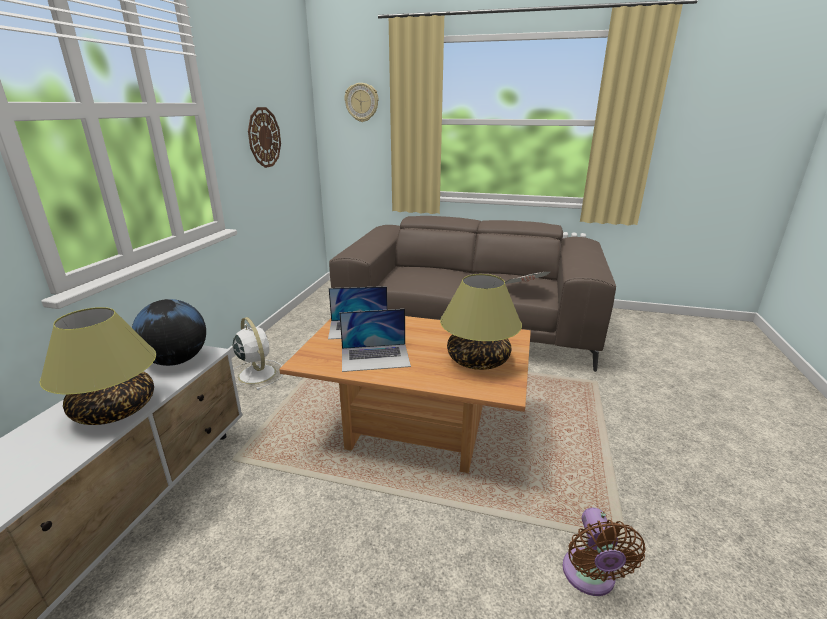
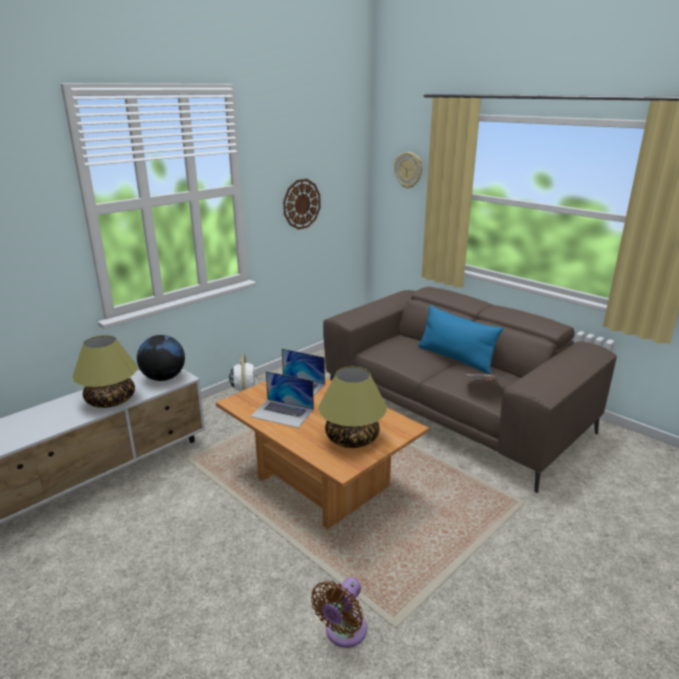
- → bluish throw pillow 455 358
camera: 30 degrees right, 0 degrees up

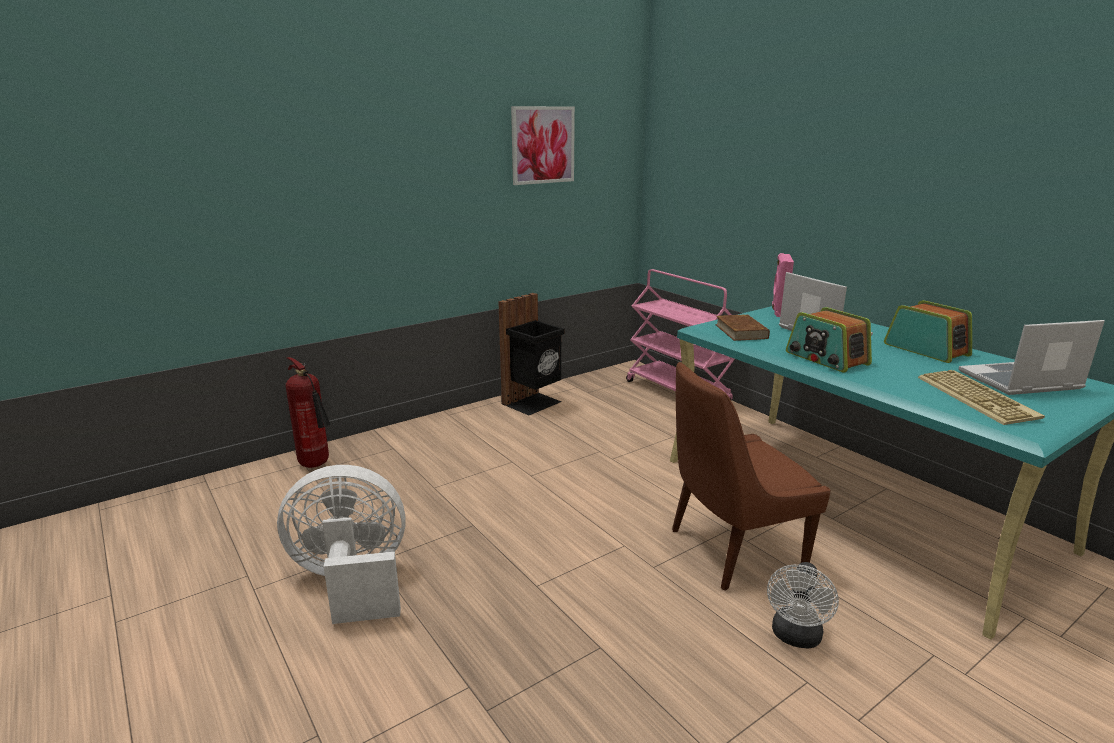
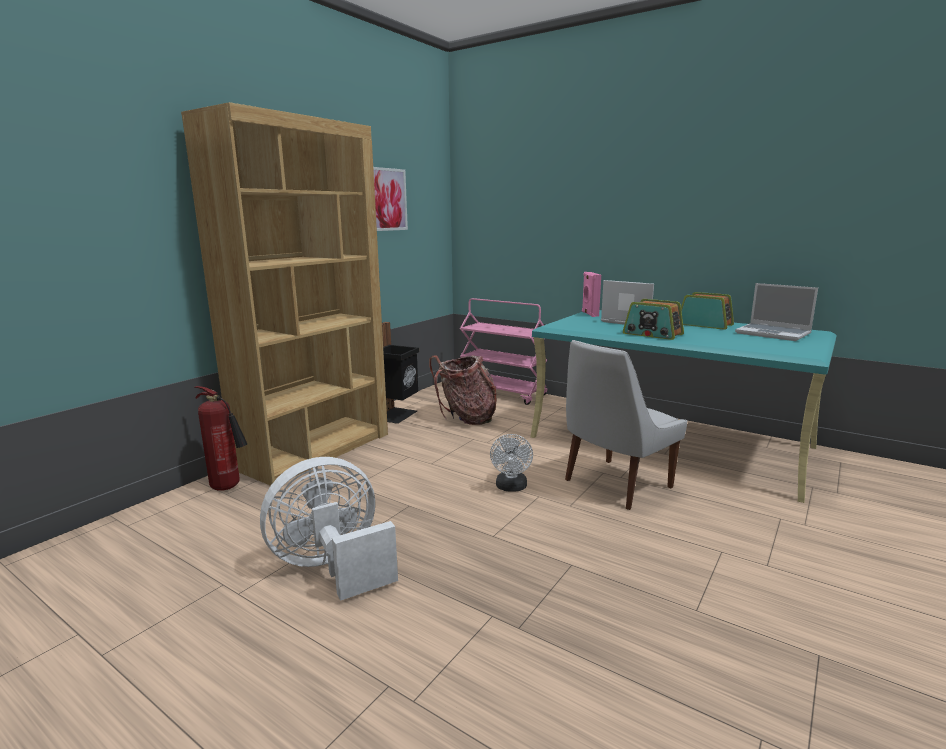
brown-coloured upright chair 731 550 → white upright chair 615 485
brown-coloured book 741 331 → -
white electric fan 796 637 → white electric fan 511 488, move
computer keyboard 978 398 → -
portable computer 1019 381 → portable computer 774 333, 105 degrees counterclockwise
- → brown-coloured bookcase 316 450
- → rucksack 466 418
camera: 20 degrees left, 5 degrees down

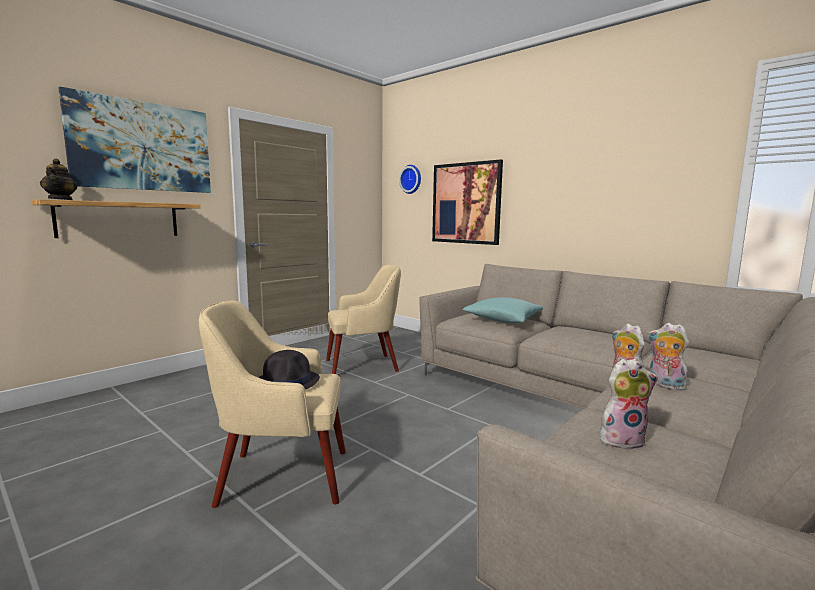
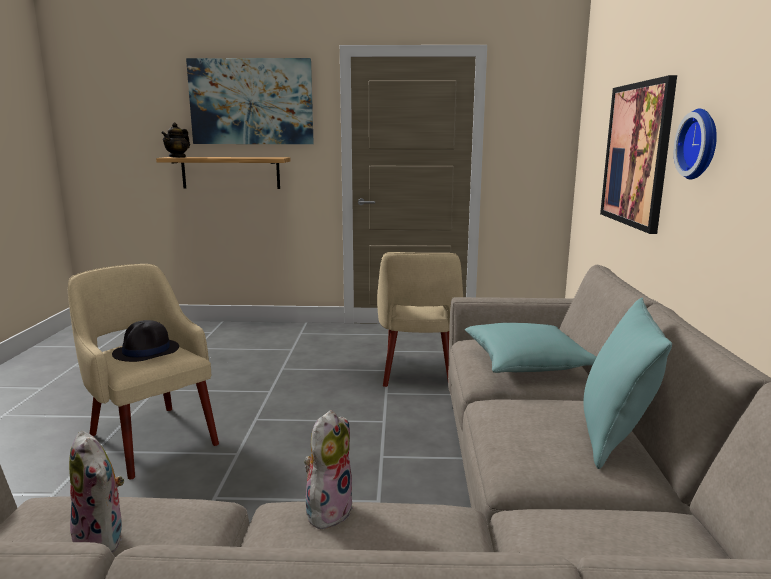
sand-coloured easy chair 364 365 → sand-coloured easy chair 418 371, 60 degrees clockwise
clock on the wall 411 179 → clock on the wall 701 144, move
soft toy 664 385 → -
- → turquoise-coloured throw pillow 614 436
camera: 50 degrees right, 5 degrees up

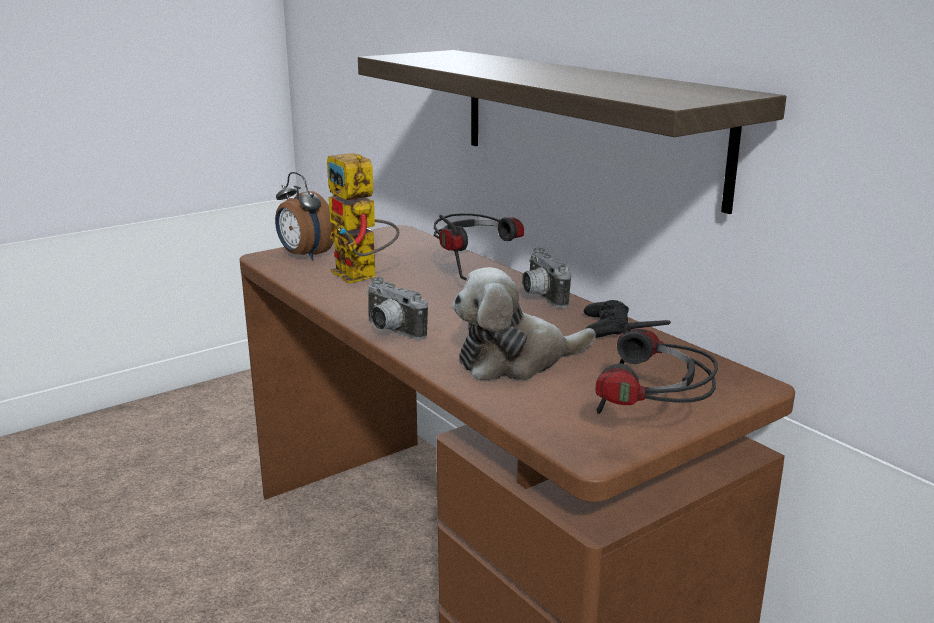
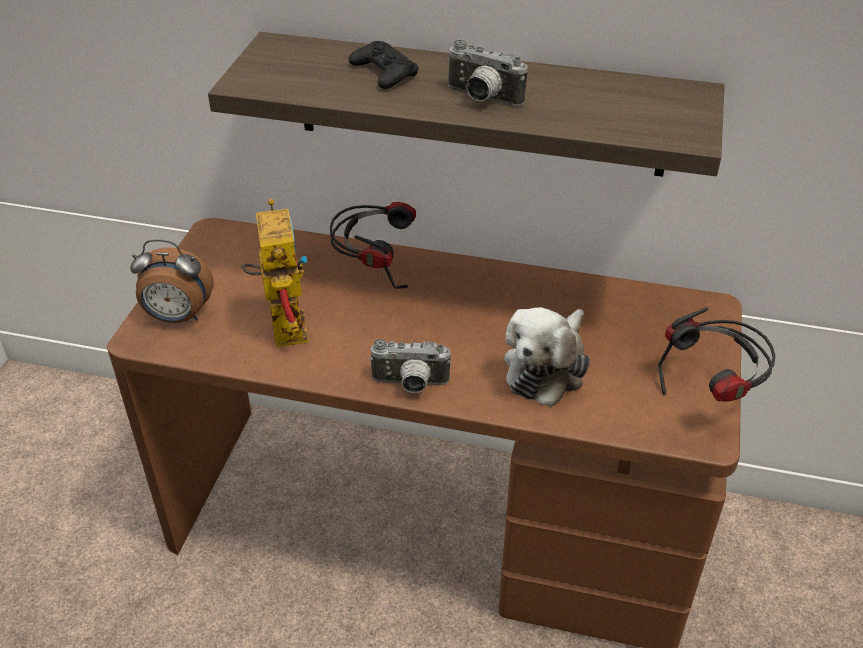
toy robot 363 277 → toy robot 282 322, 120 degrees counterclockwise
photo camera 540 297 → photo camera 481 99, move
blackish joypad 606 327 → blackish joypad 384 72, move
camera: 40 degrees left, 20 degrees up

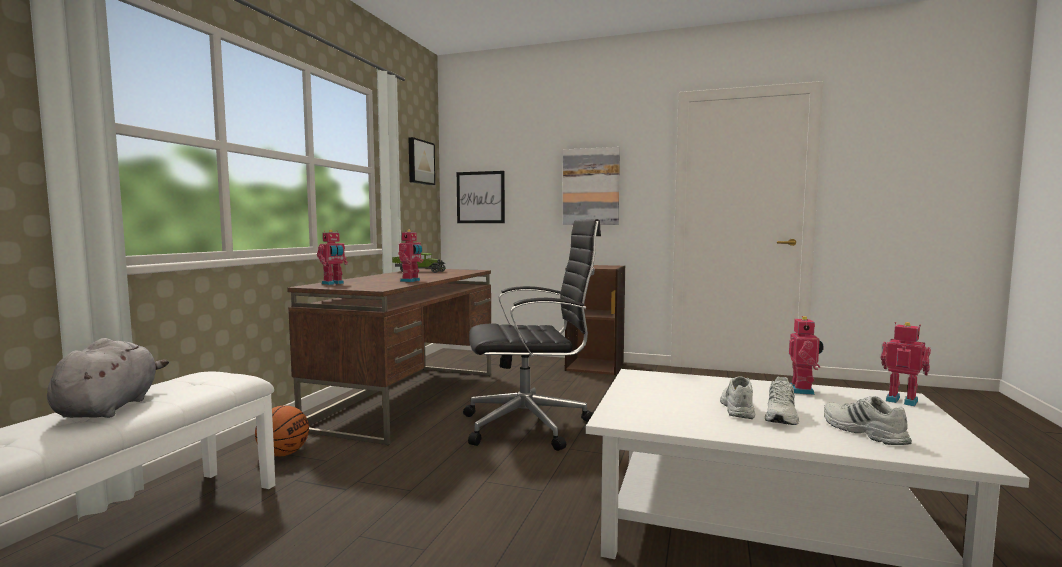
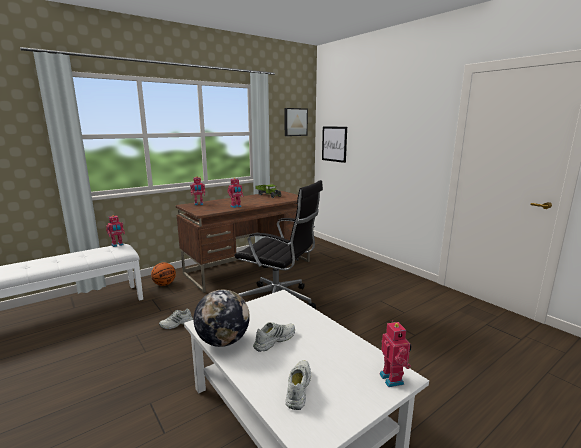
grey soft toy 110 407 → -
wall art 591 186 → -
brown-coloured bookcase 595 366 → -
white item of footwear 781 416 → white item of footwear 176 324, move
toy robot 803 390 → toy robot 117 245, move
- → globe 223 341
camera: 35 degrees right, 10 degrees up

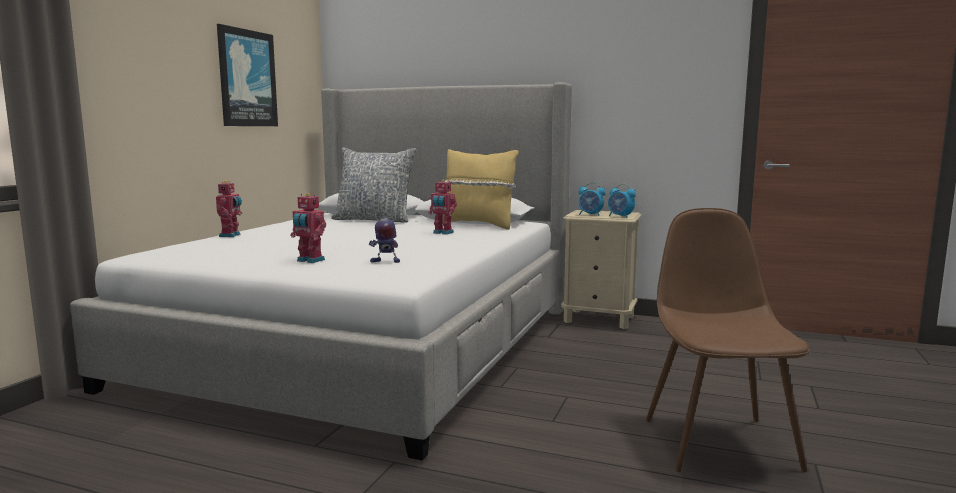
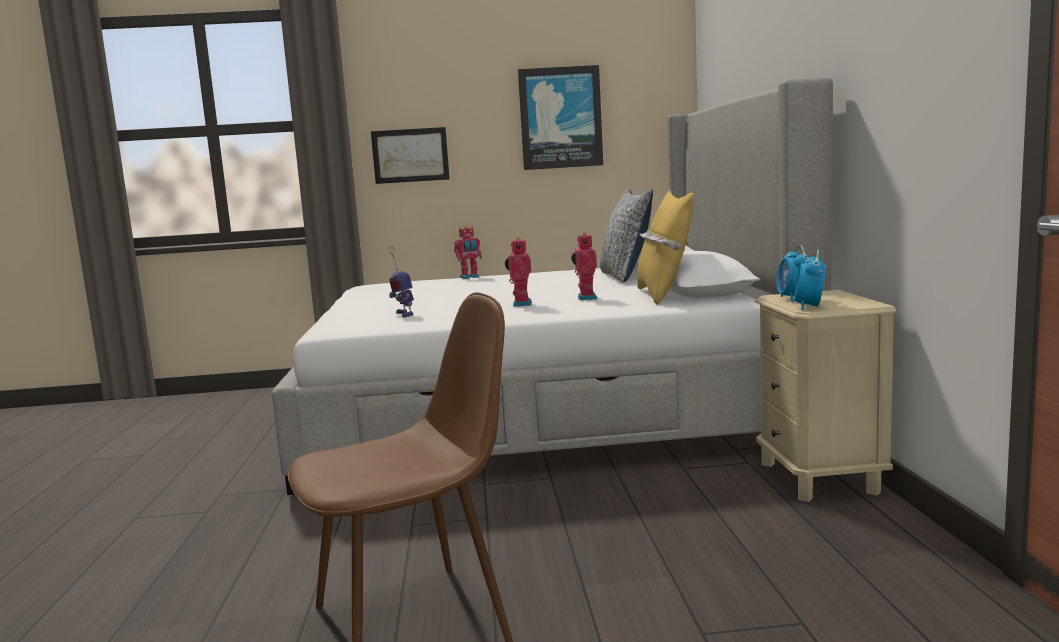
toy robot 309 260 → toy robot 520 304, move
- → wall art 410 155
camera: 65 degrees right, 0 degrees up

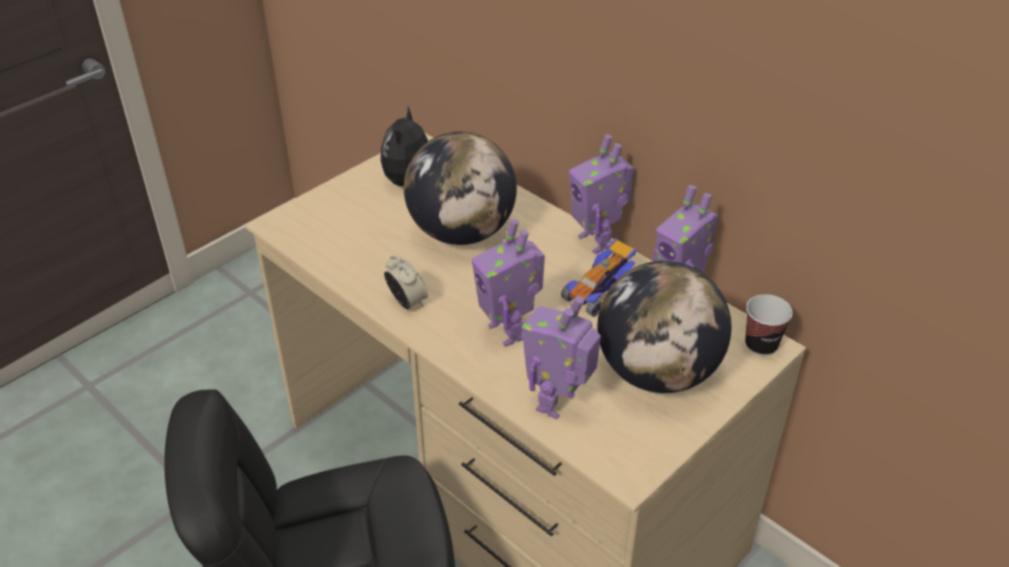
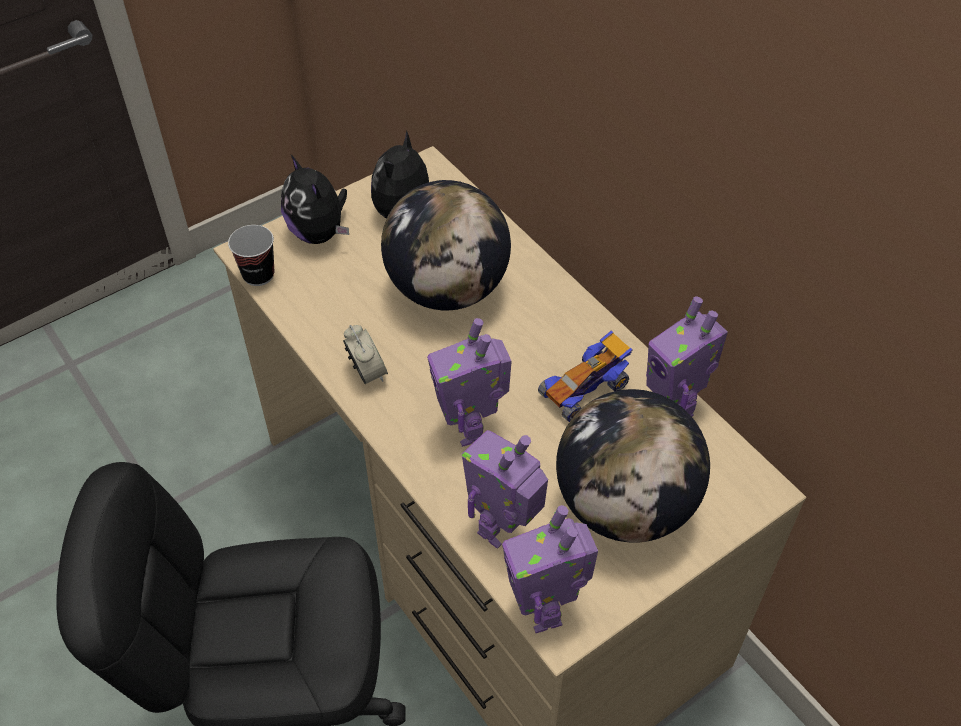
toy robot 596 241 → toy robot 544 608, move
small cup 761 345 → small cup 258 275, move
- → soft toy 319 233
camera: 10 degrees right, 10 degrees up

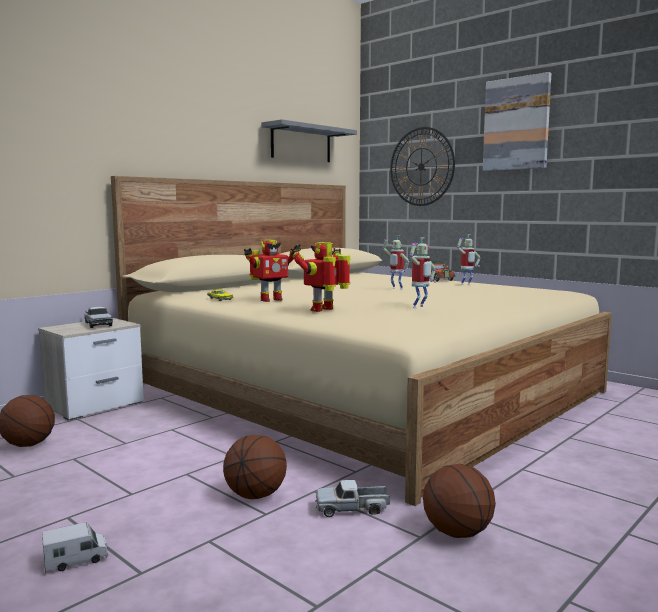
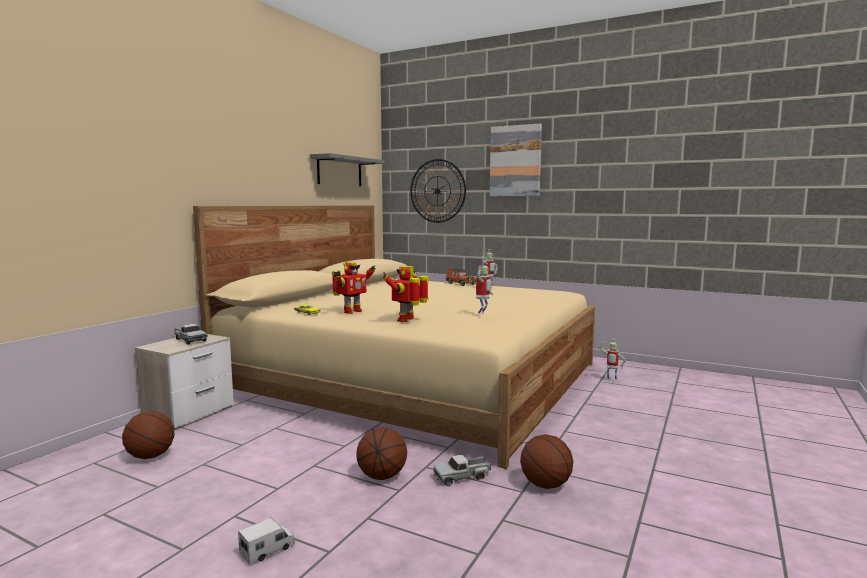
toy robot 396 289 → toy robot 611 380, move
camera: 15 degrees left, 0 degrees up

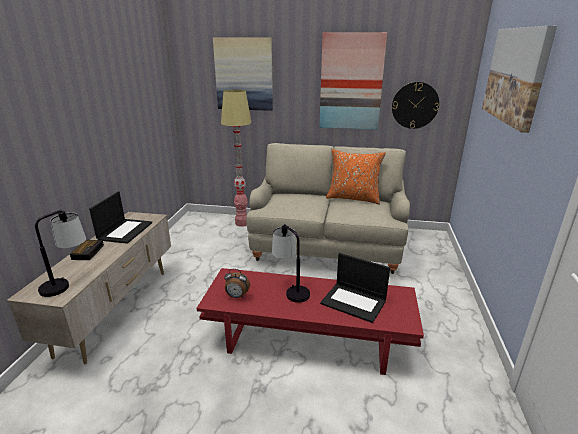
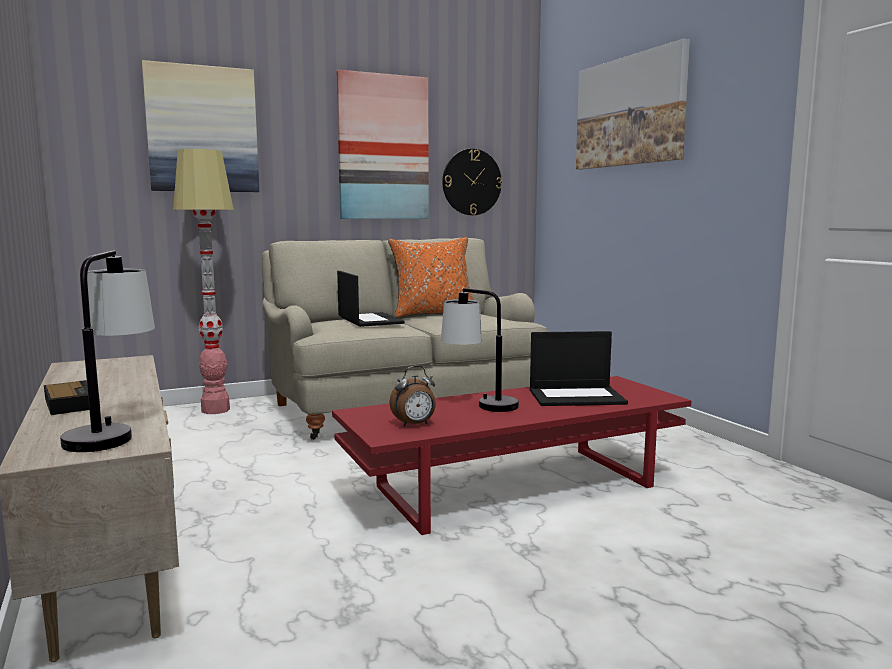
portable computer 125 231 → portable computer 369 320, move
camera: 35 degrees left, 15 degrees down

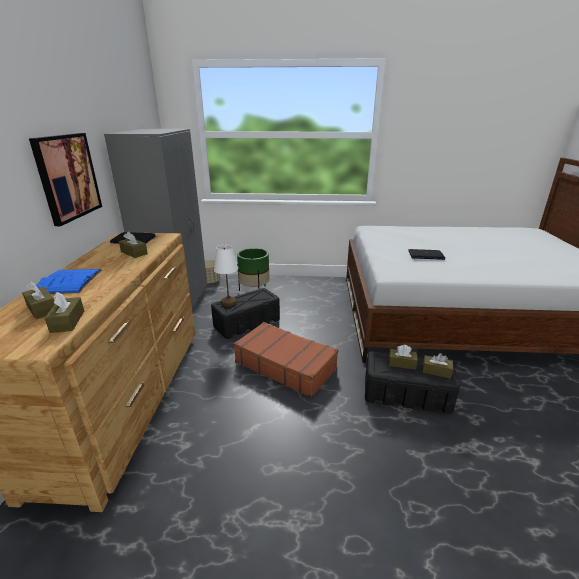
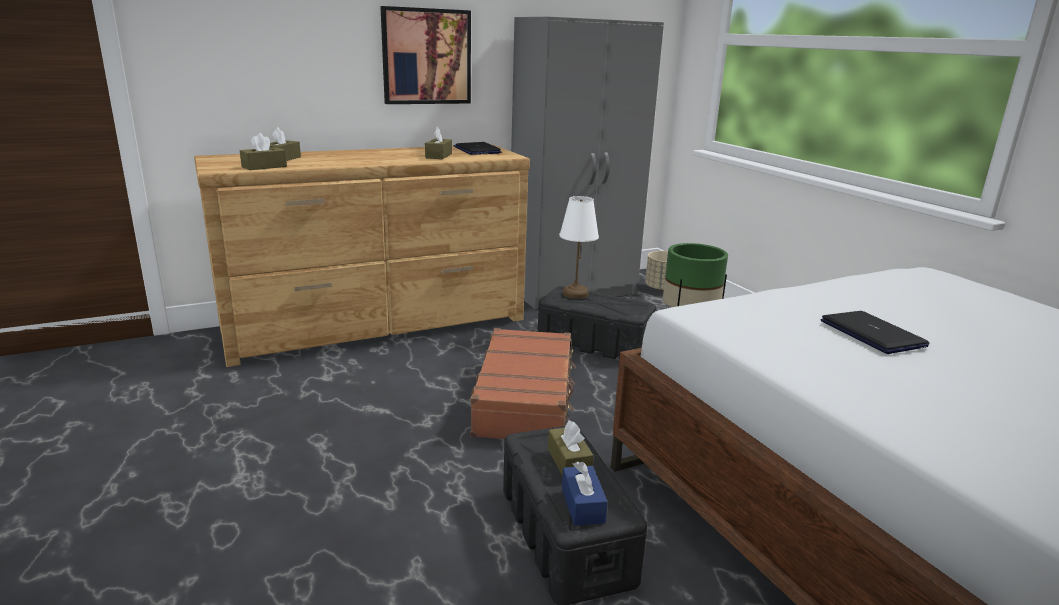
bluish book 69 281 → -
brown-coloured tissue box 436 371 → bluish tissue box 582 505
camera: 60 degrees right, 5 degrees down

